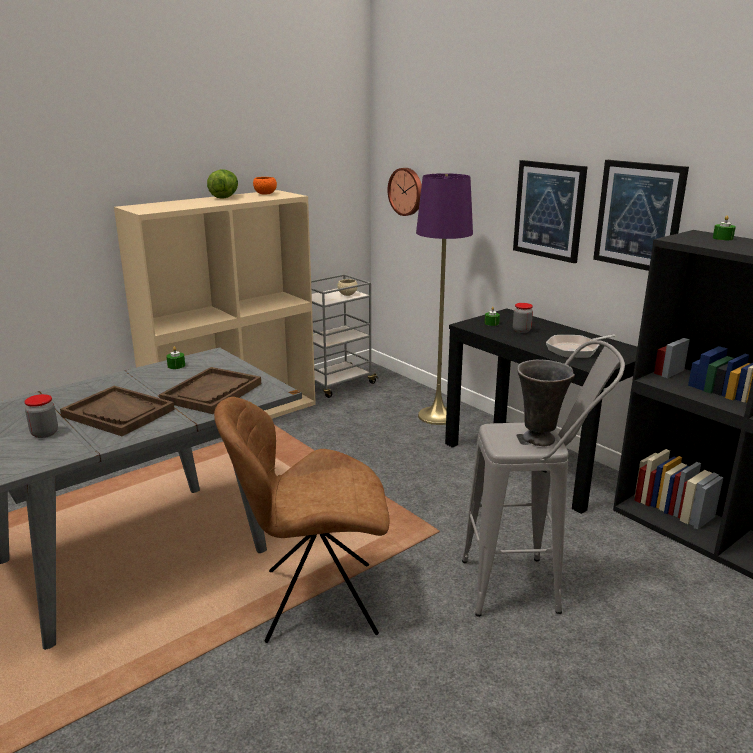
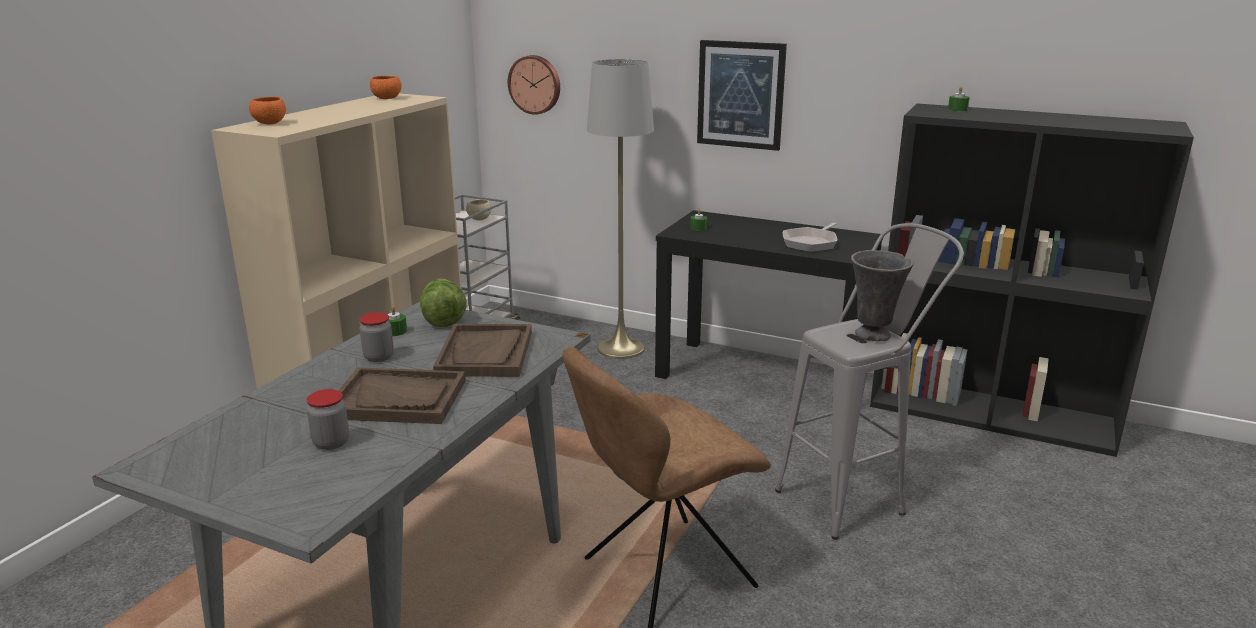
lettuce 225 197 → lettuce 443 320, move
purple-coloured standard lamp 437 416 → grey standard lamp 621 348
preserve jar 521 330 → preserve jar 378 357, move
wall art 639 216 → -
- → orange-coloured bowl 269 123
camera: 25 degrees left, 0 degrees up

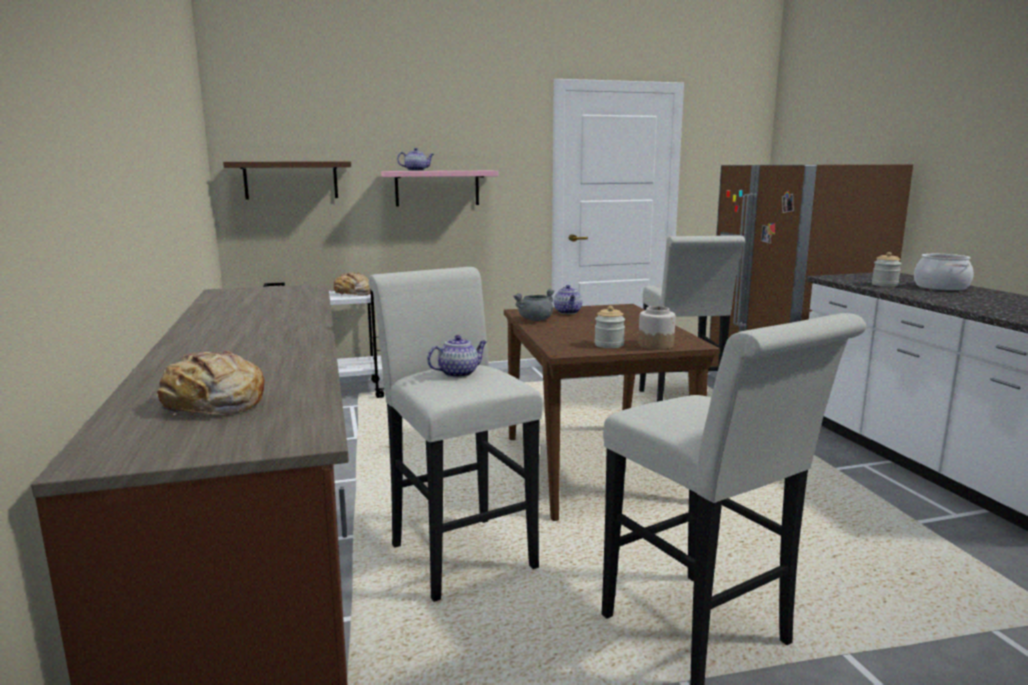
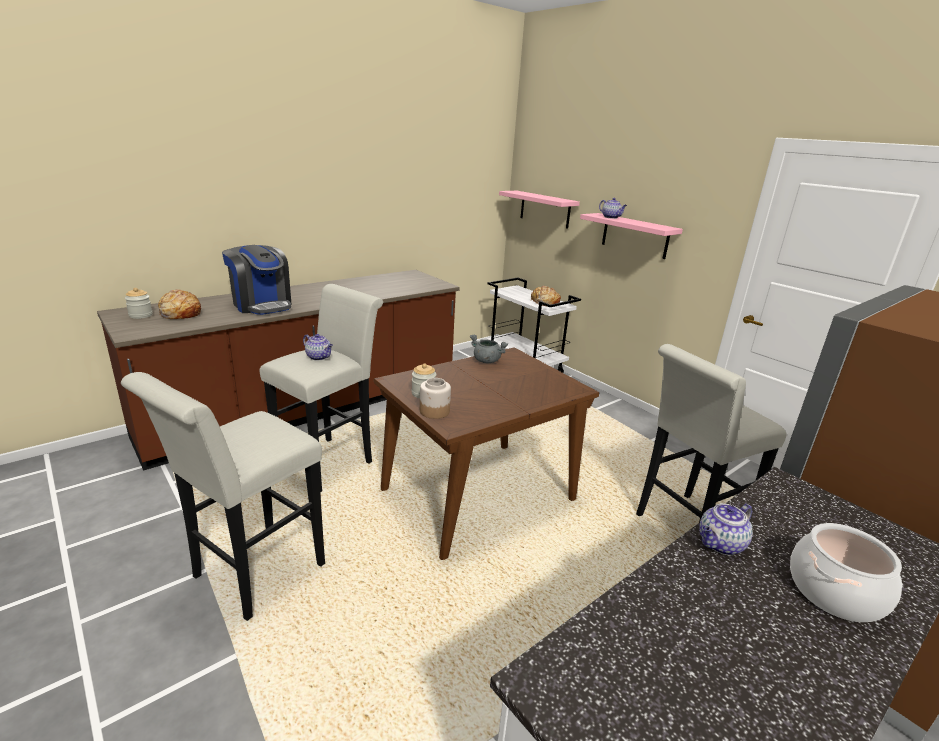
brown-coloured shelf 291 180 → pinkish shelf 545 209
pot for tea 568 312 → pot for tea 720 544, move
preserve jar 884 284 → preserve jar 141 315, move
- → coffee brewer 262 305
camera: 65 degrees right, 10 degrees up

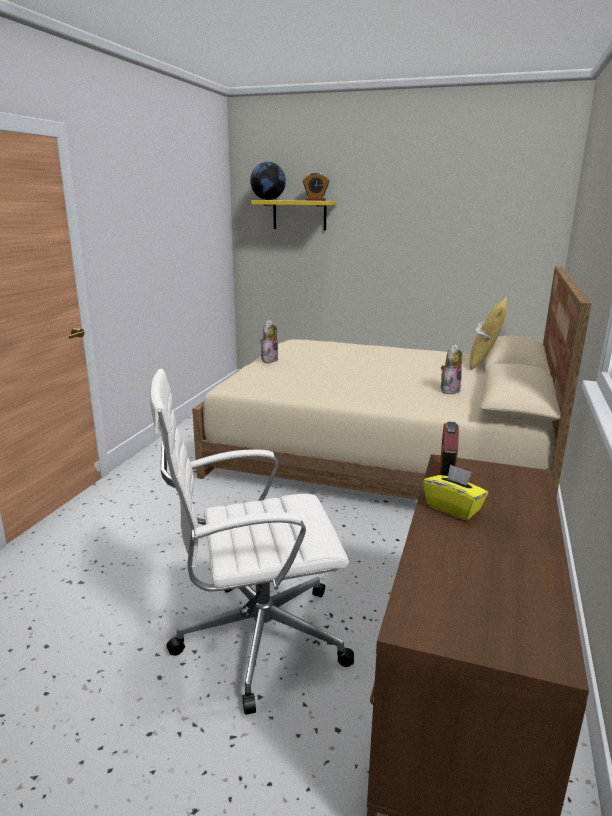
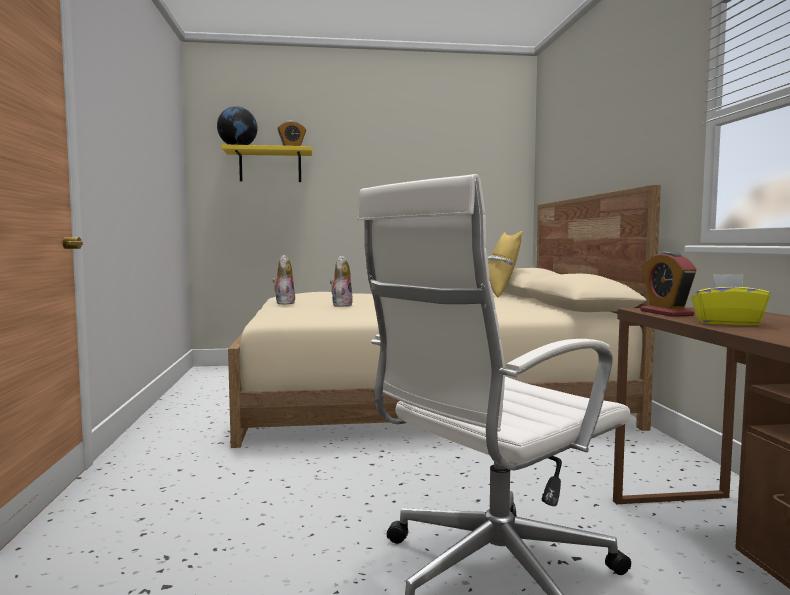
soft toy 449 390 → soft toy 341 305, move
camera: 25 degrees left, 15 degrees down

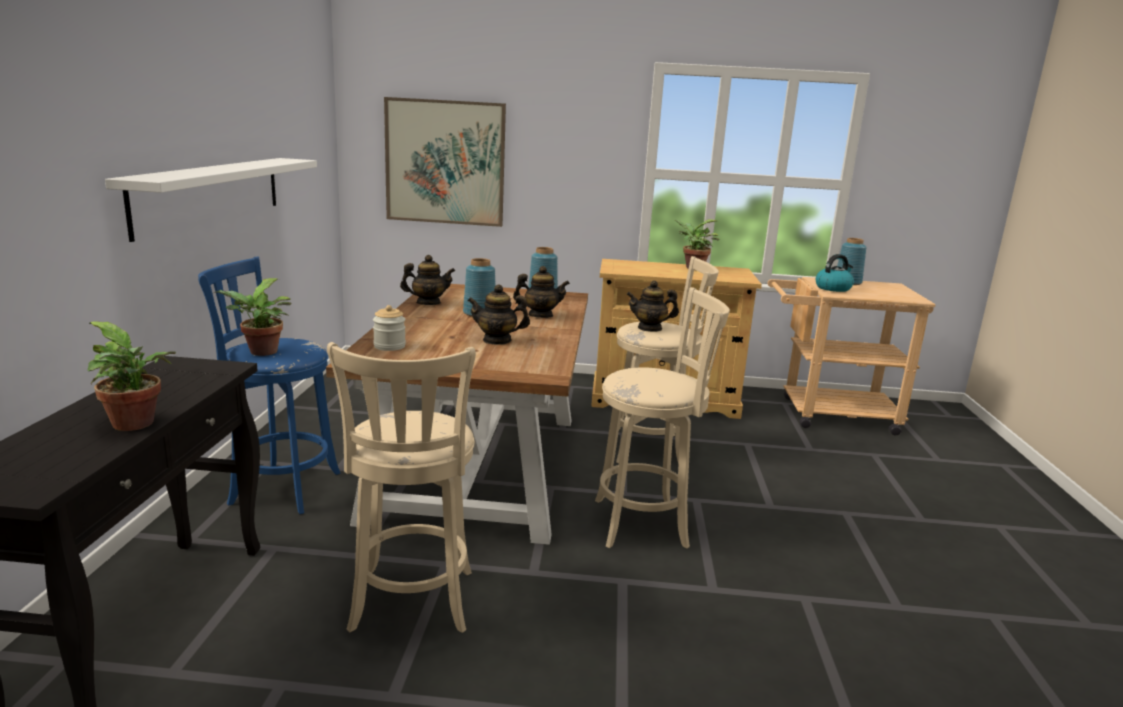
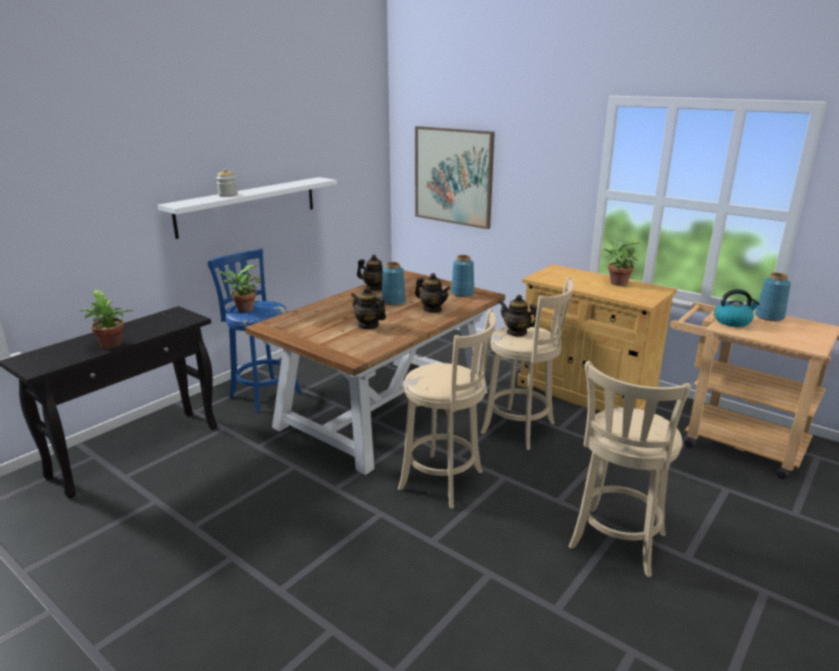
sand-coloured sitting stool 411 605 → sand-coloured sitting stool 615 544, move
preserve jar 389 346 → preserve jar 228 195, move
camera: 35 degrees right, 5 degrees up

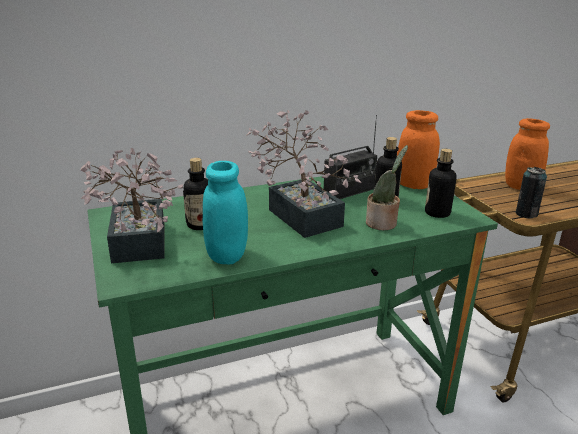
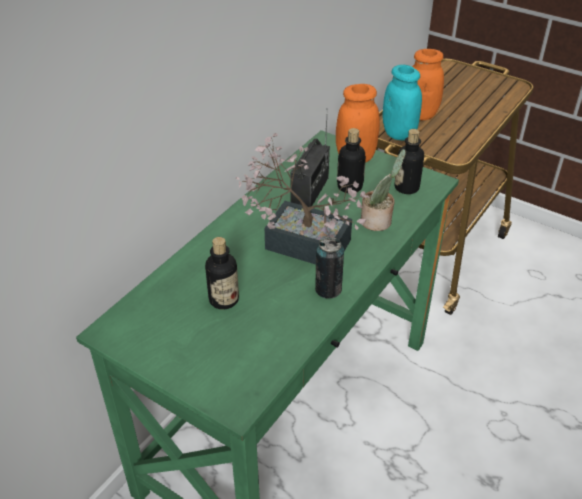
houseplant 137 247 → -
turquoise-coloured preserve jar 227 255 → turquoise-coloured preserve jar 399 134, move
can 526 214 → can 328 289, move
camera: 35 degrees left, 15 degrees up

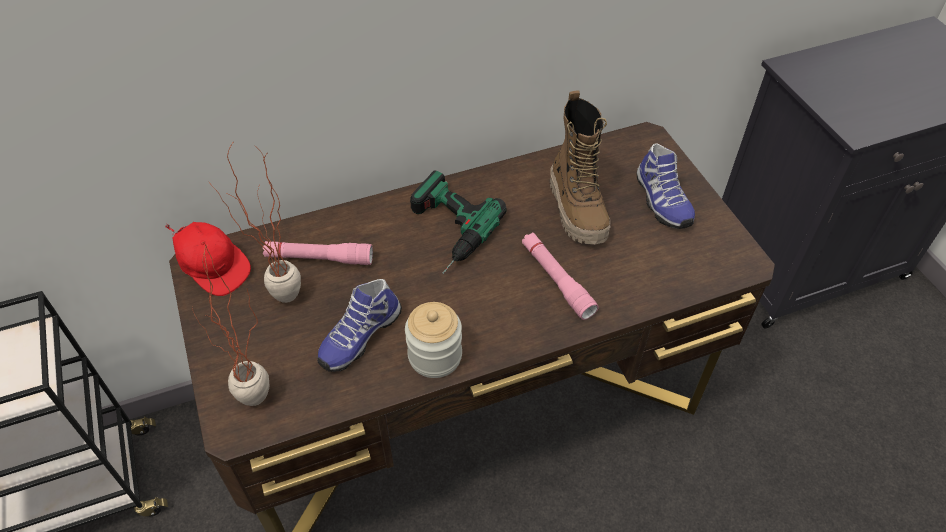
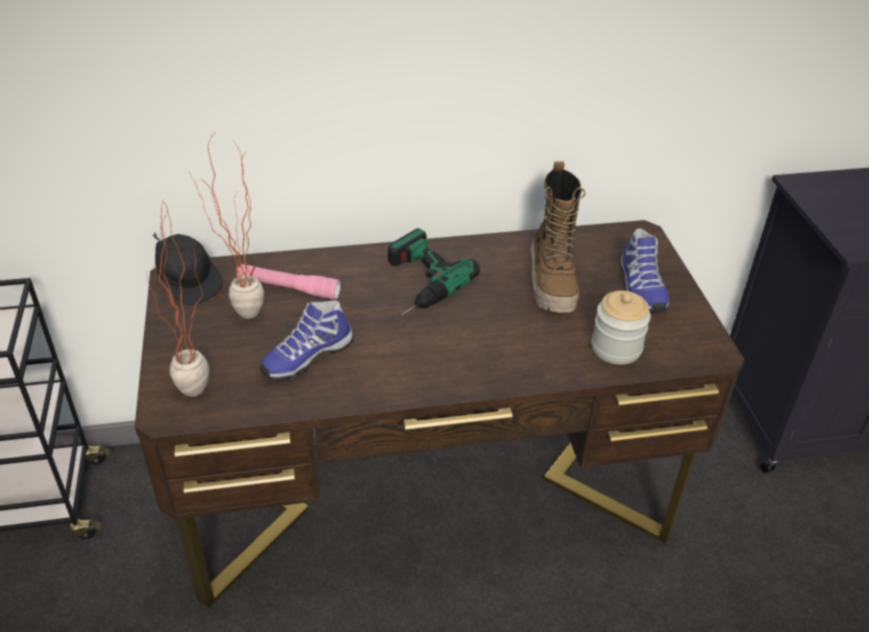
red-coloured baseball cap 214 268 → blackish baseball cap 189 282
preserve jar 435 356 → preserve jar 616 348, move
pinkish torch 556 280 → -
camera: 10 degrees right, 10 degrees down

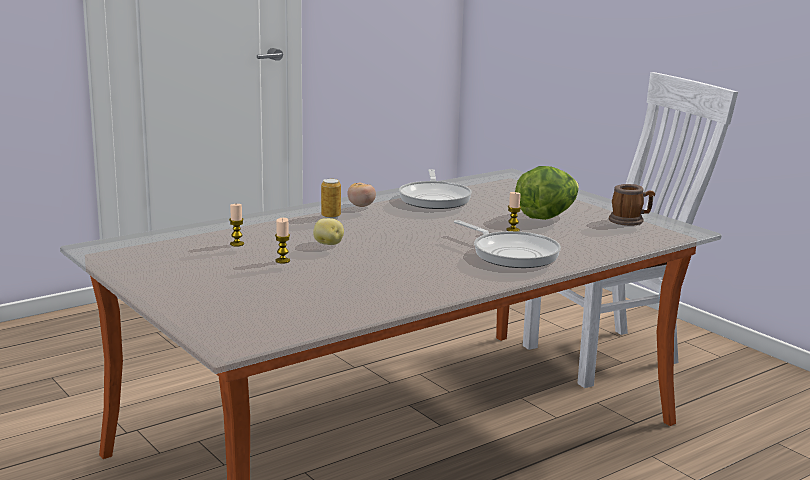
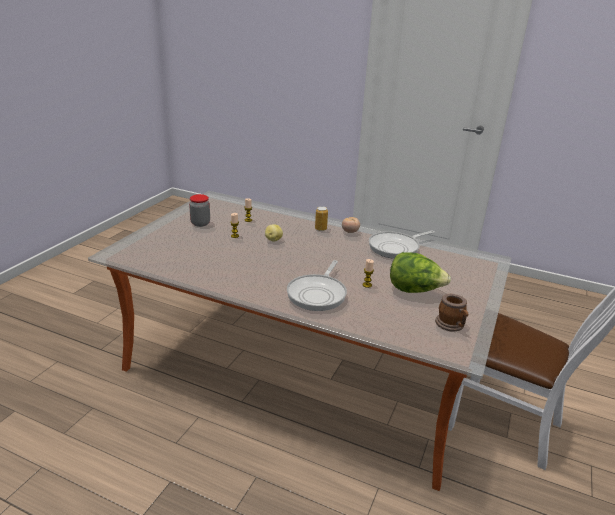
- → preserve jar 200 223
camera: 60 degrees right, 10 degrees up

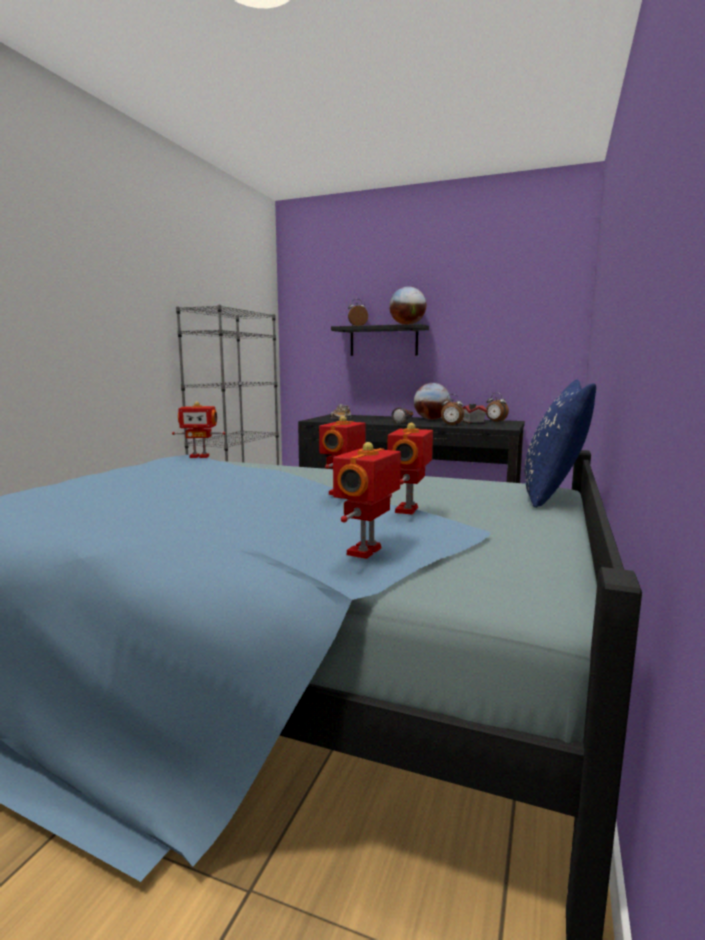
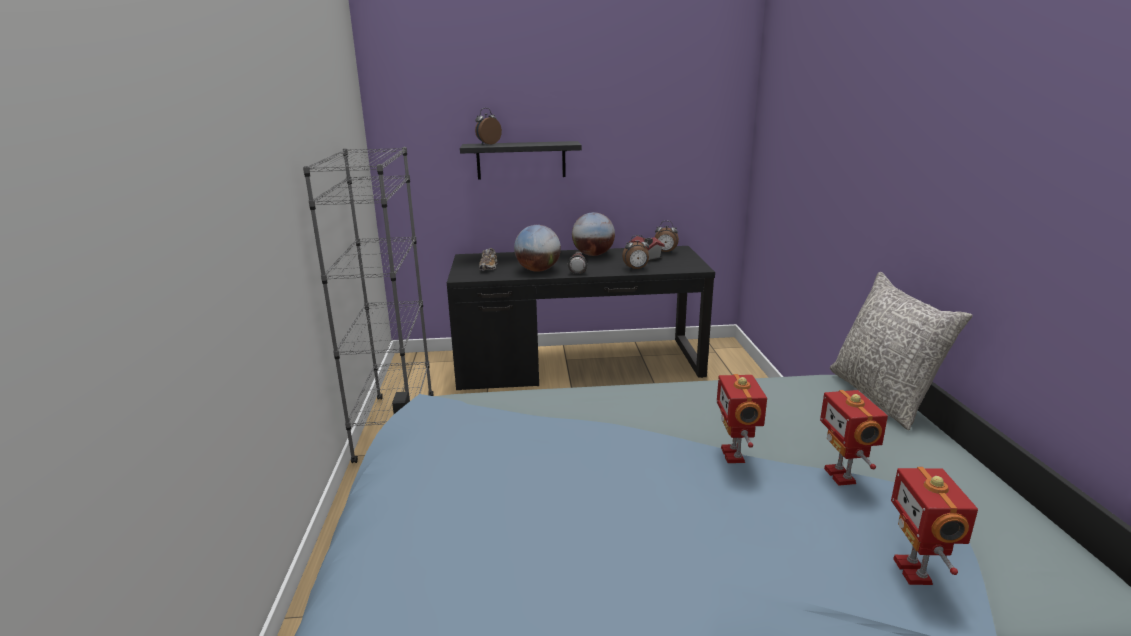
toy robot 199 456 → -
globe 407 324 → globe 538 270, move
bluish throw pillow 552 494 → grey throw pillow 882 396
camera: 25 degrees left, 10 degrees up

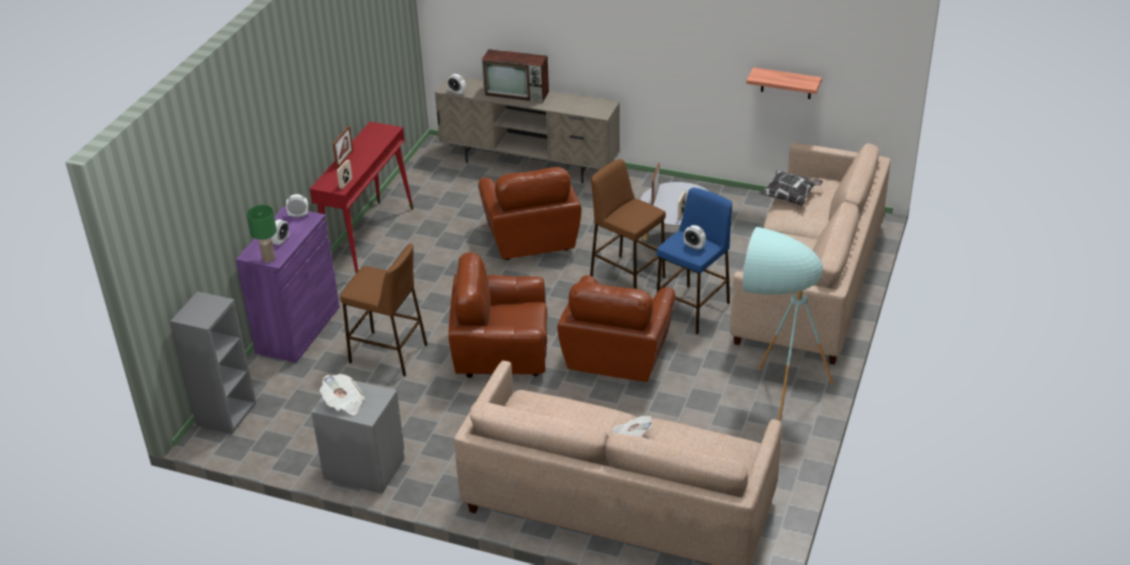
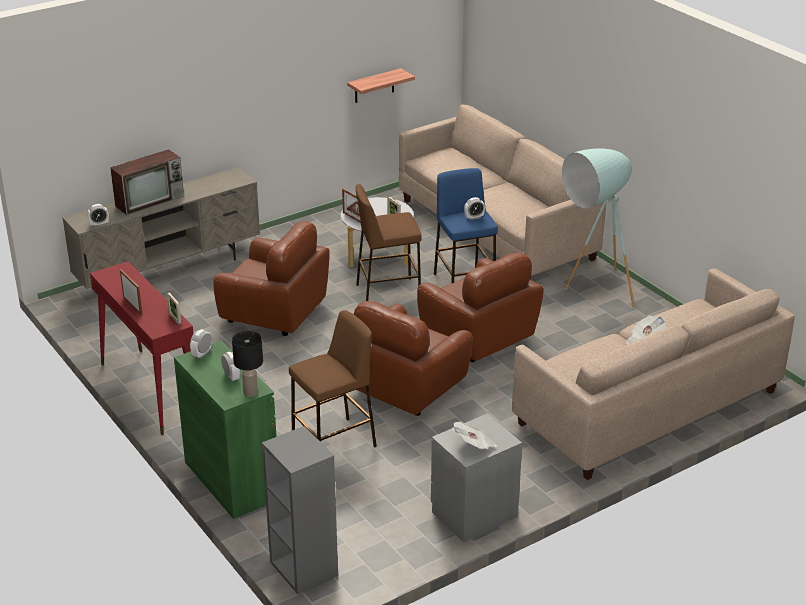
purple-coloured cabinet 298 329 → green-coloured cabinet 231 480
green-coloured tabletop lamp 268 259 → blackish tabletop lamp 250 392
throw pillow 790 197 → -
camera: 55 degrees left, 5 degrees down

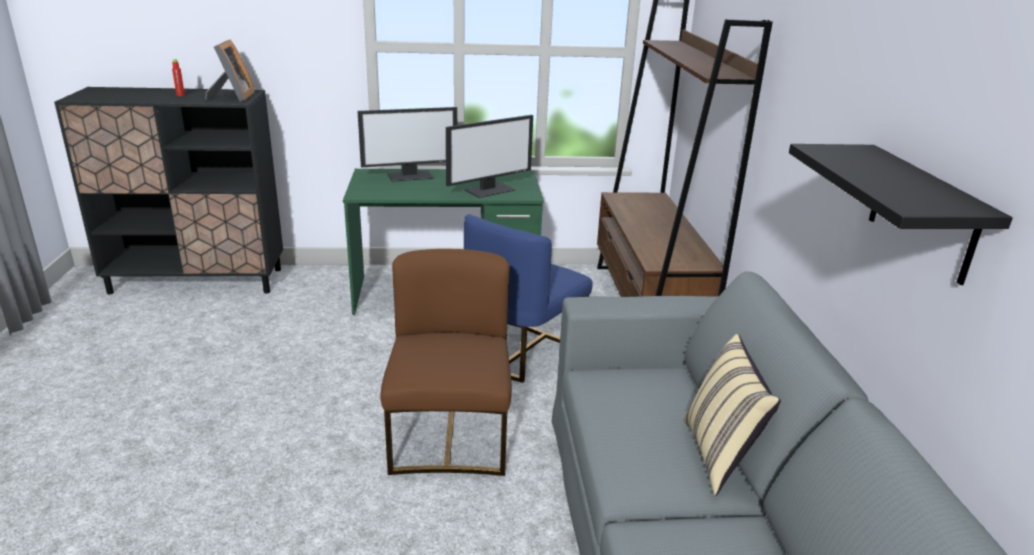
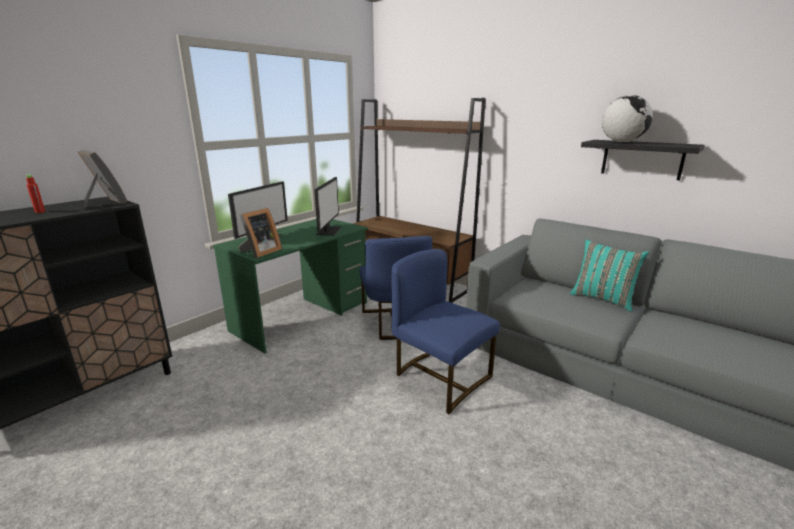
brown-coloured upright chair 450 438 → bluish upright chair 440 378
sand-coloured throw pillow 720 455 → turquoise-coloured throw pillow 603 299
- → photo frame 260 252
- → globe 622 142
camera: 45 degrees left, 5 degrees down

